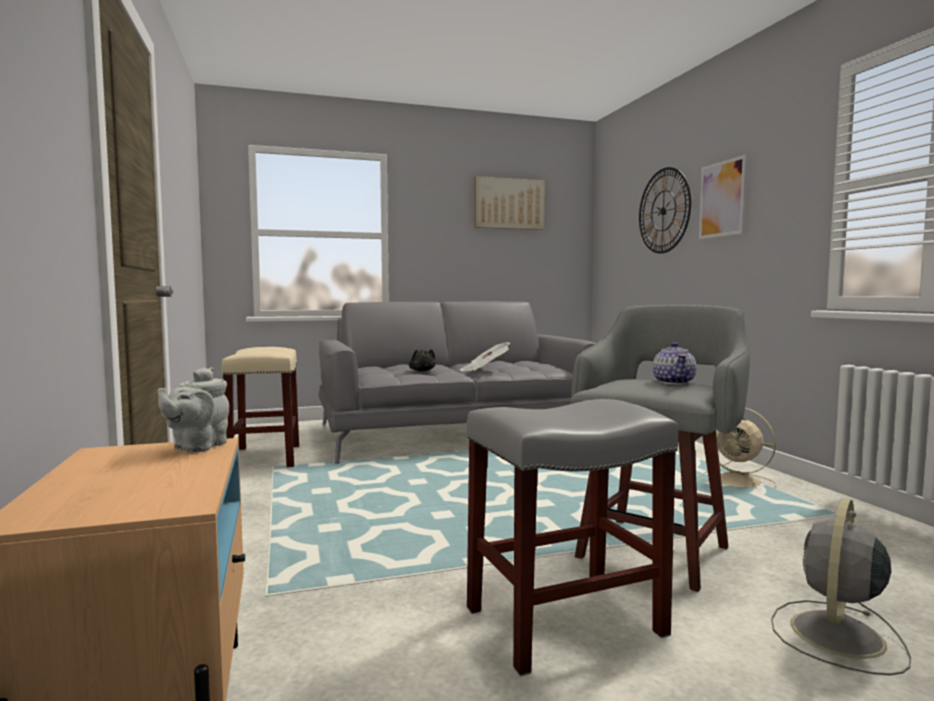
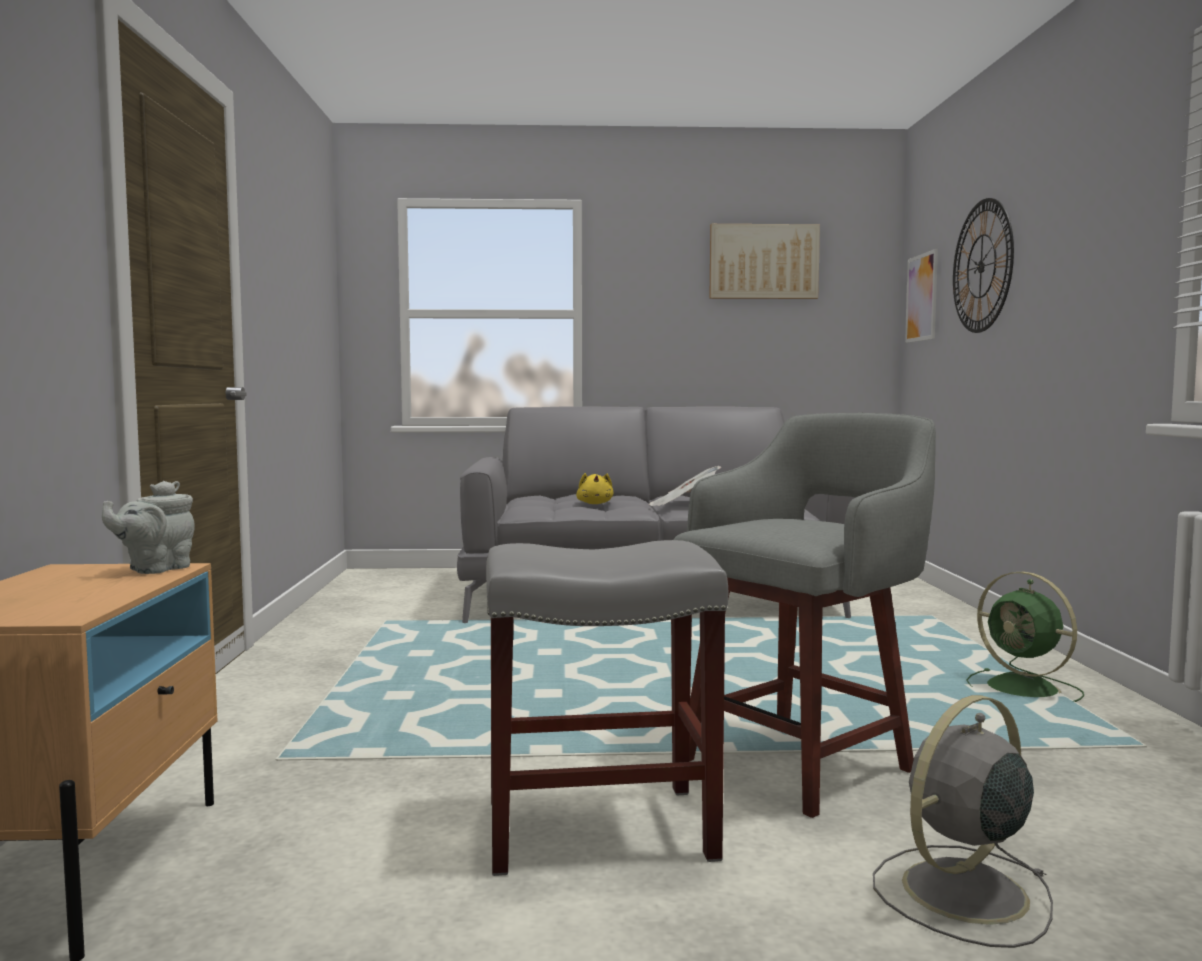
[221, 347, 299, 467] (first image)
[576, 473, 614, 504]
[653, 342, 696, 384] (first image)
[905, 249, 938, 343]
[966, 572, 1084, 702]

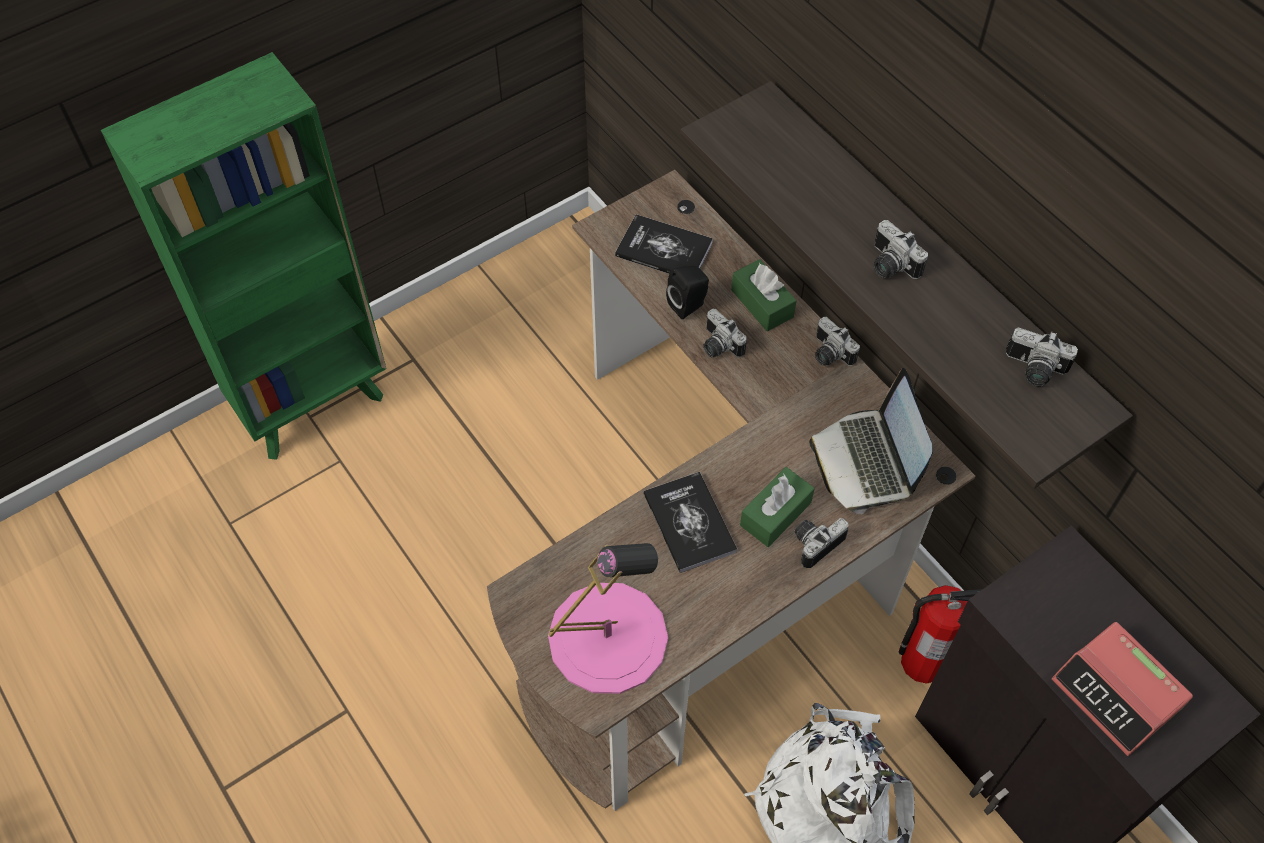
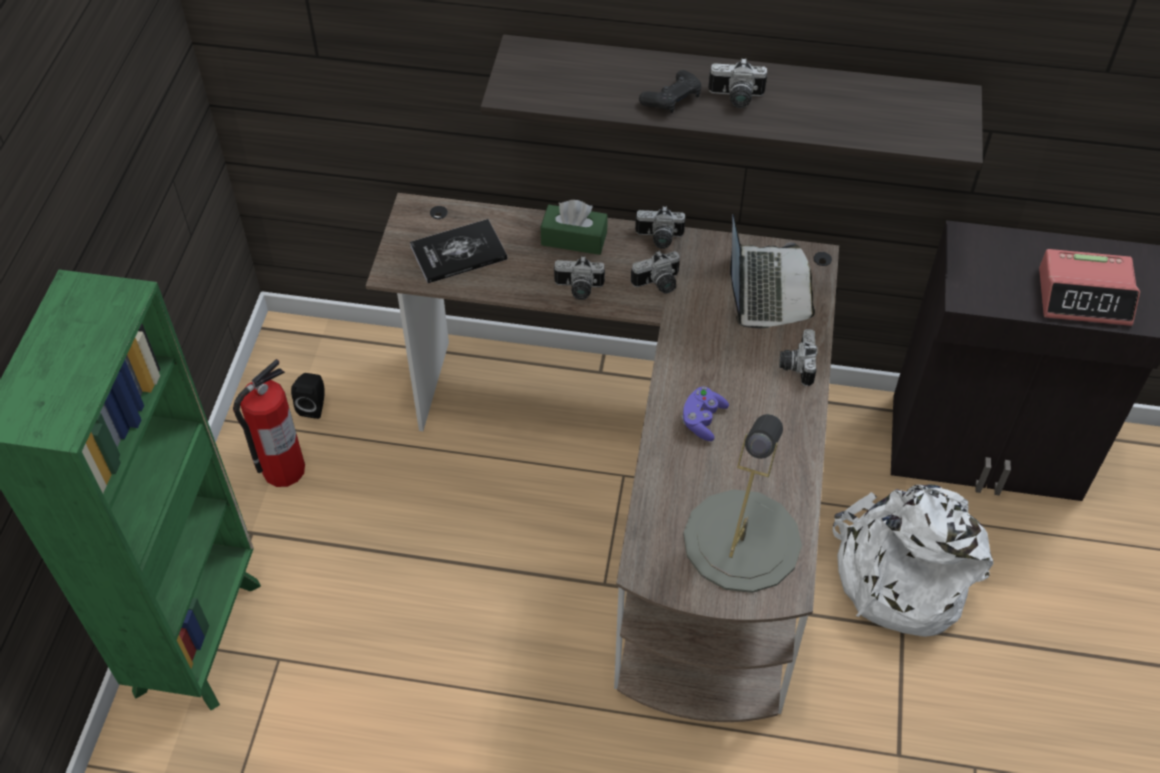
[683, 414, 802, 593]
[681, 387, 729, 441]
[291, 373, 324, 419]
[740, 467, 815, 547] (first image)
[730, 215, 815, 328]
[233, 359, 305, 487]
[631, 250, 680, 294]
[639, 70, 701, 113]

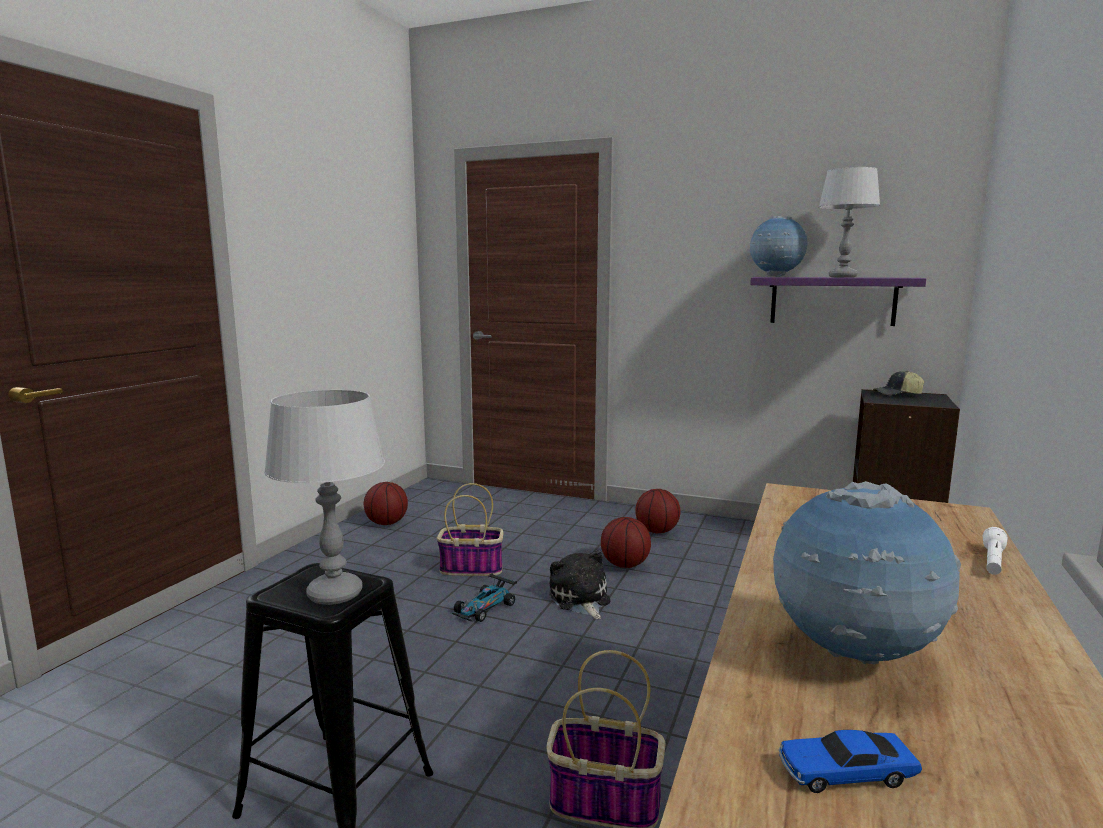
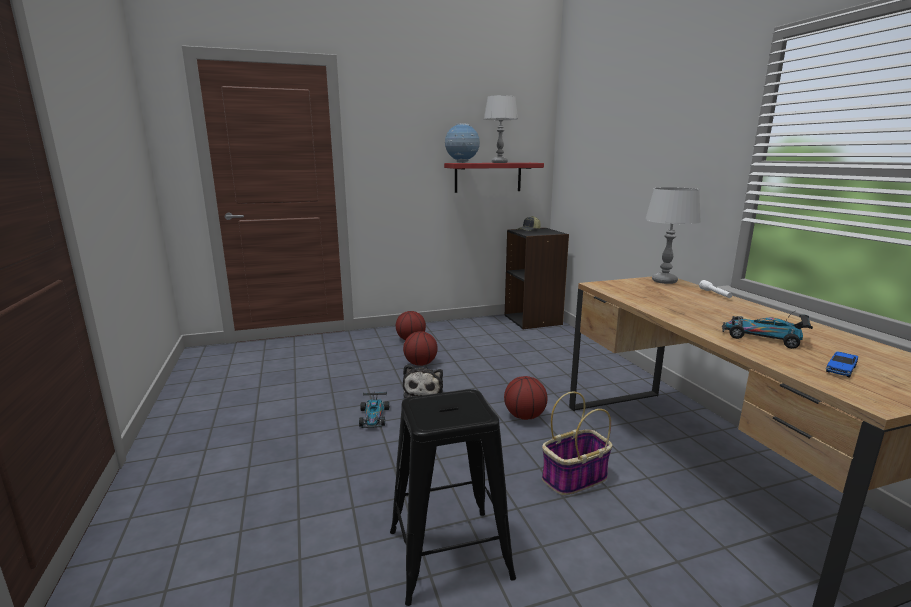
[645, 187, 701, 284]
[504, 376, 548, 420]
[437, 483, 504, 576] (first image)
[403, 365, 443, 398]
[444, 163, 544, 193]
[722, 310, 813, 349]

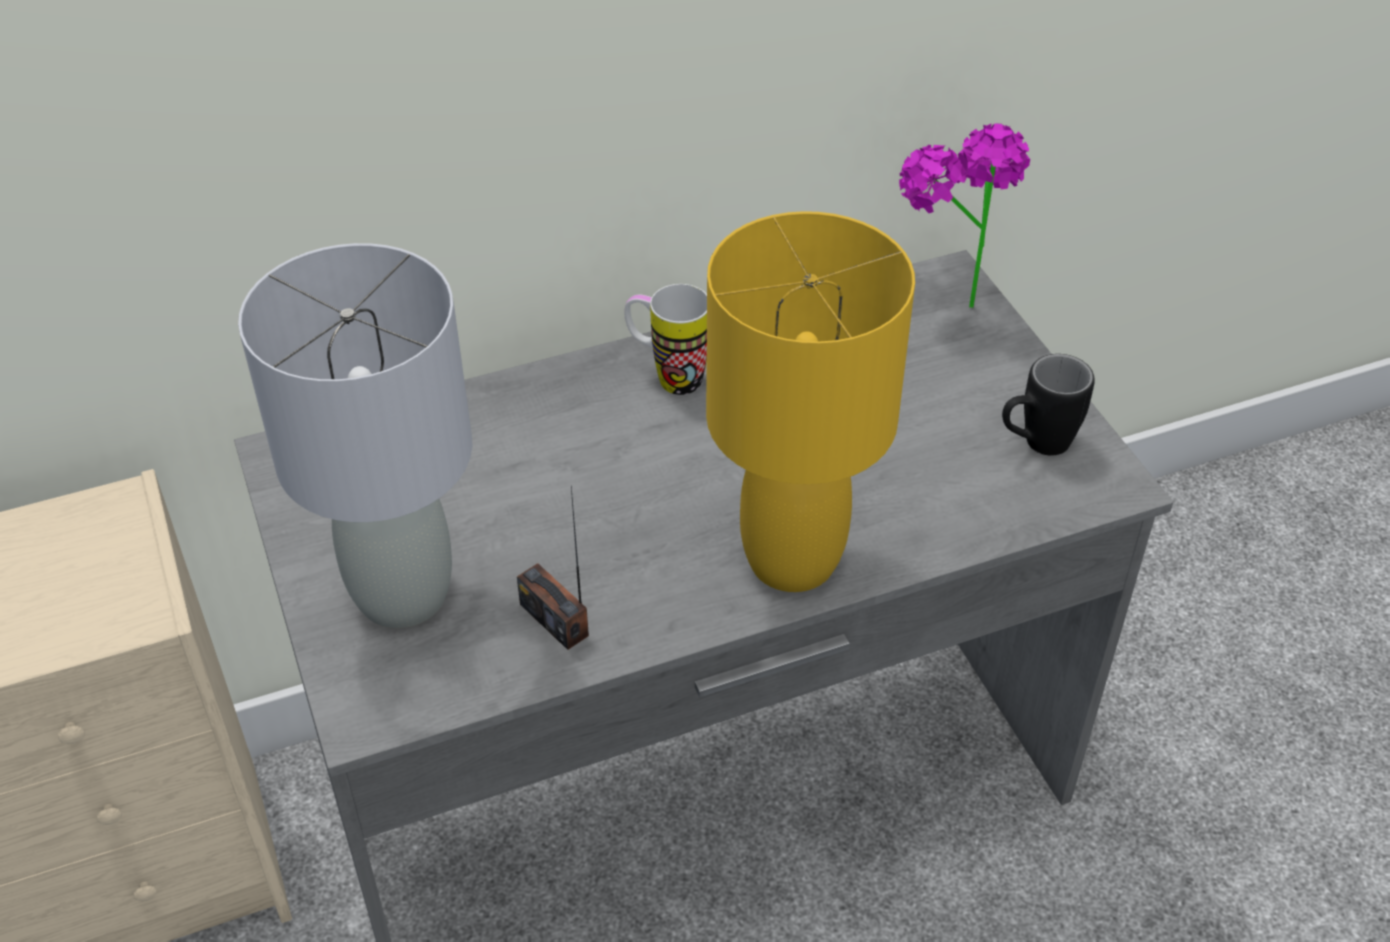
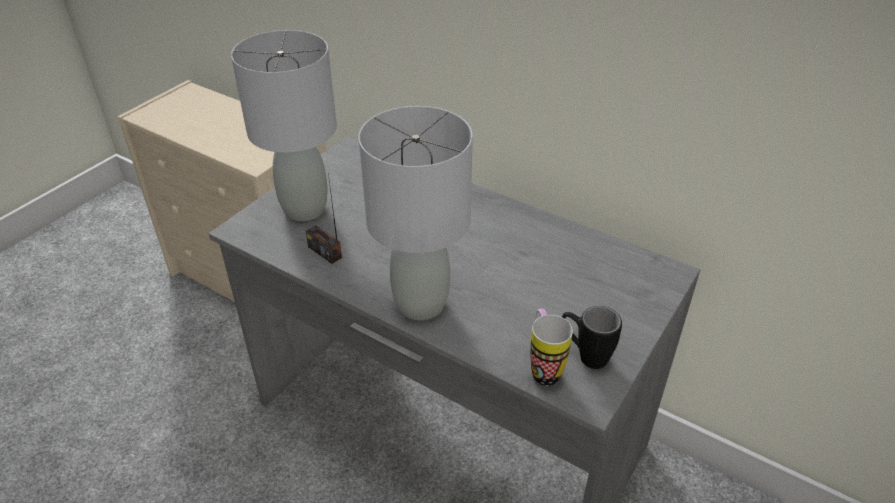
[306, 173, 342, 264]
[530, 309, 573, 386]
[358, 106, 473, 320]
[899, 123, 1030, 308] (first image)

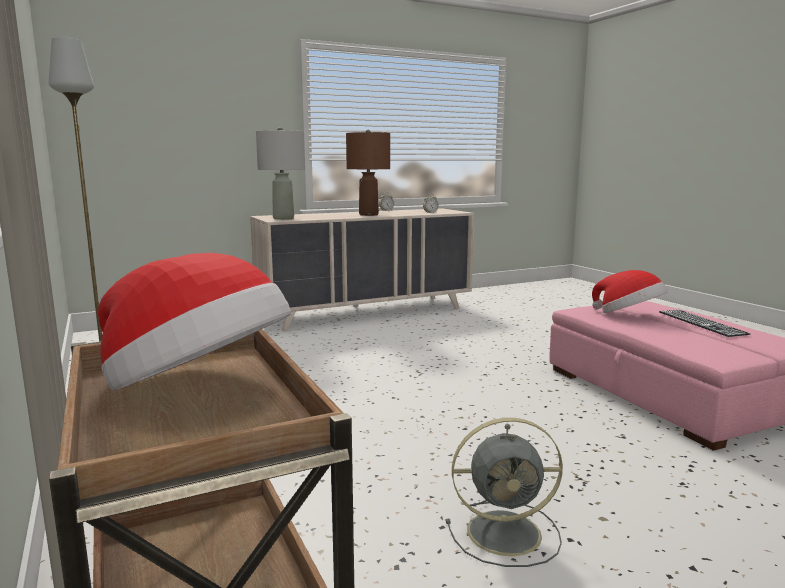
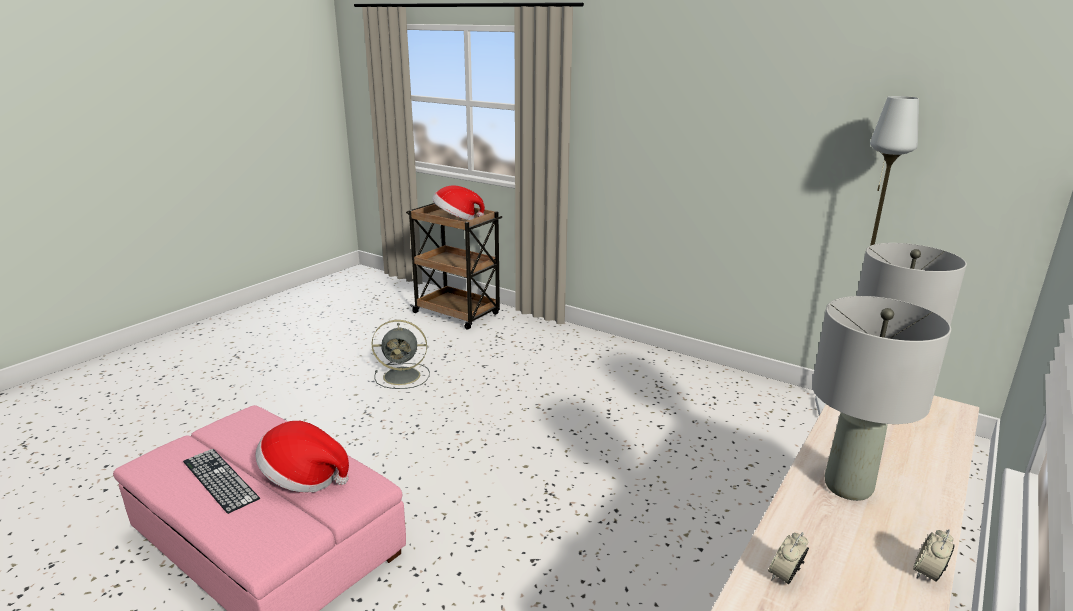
[812, 296, 951, 501]
[371, 320, 430, 389]

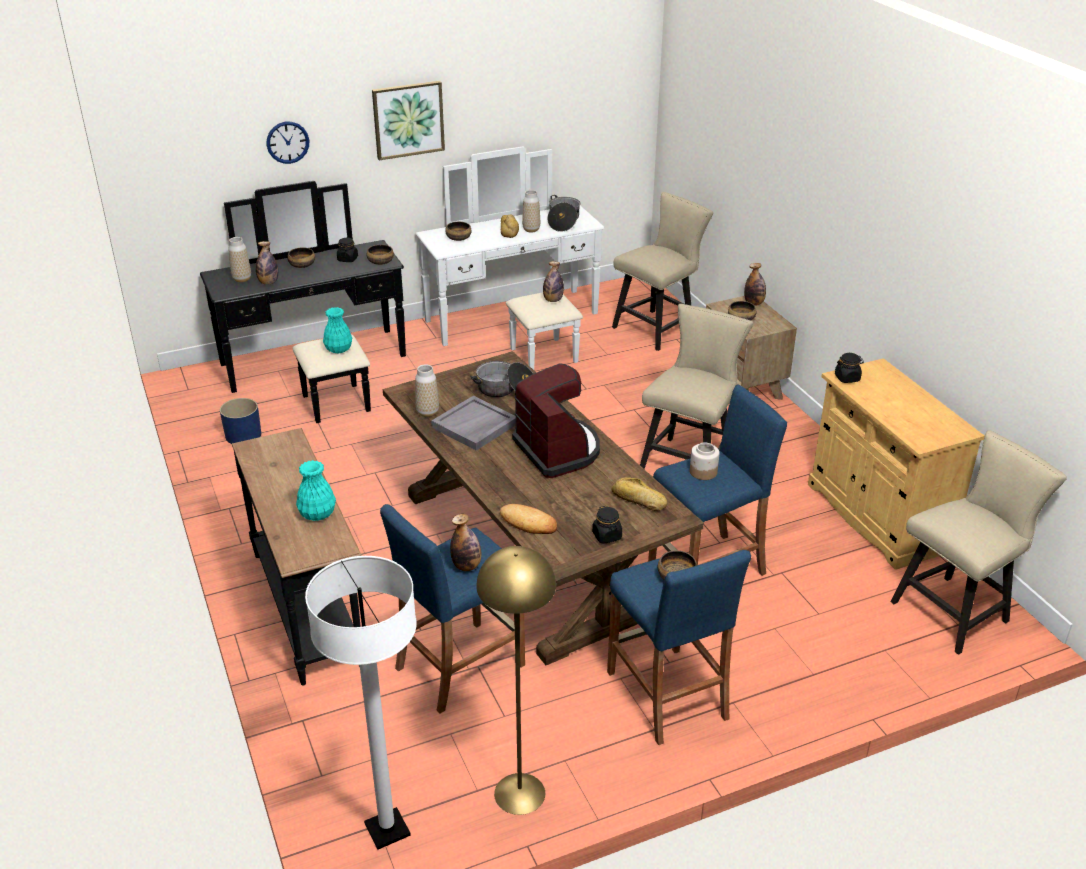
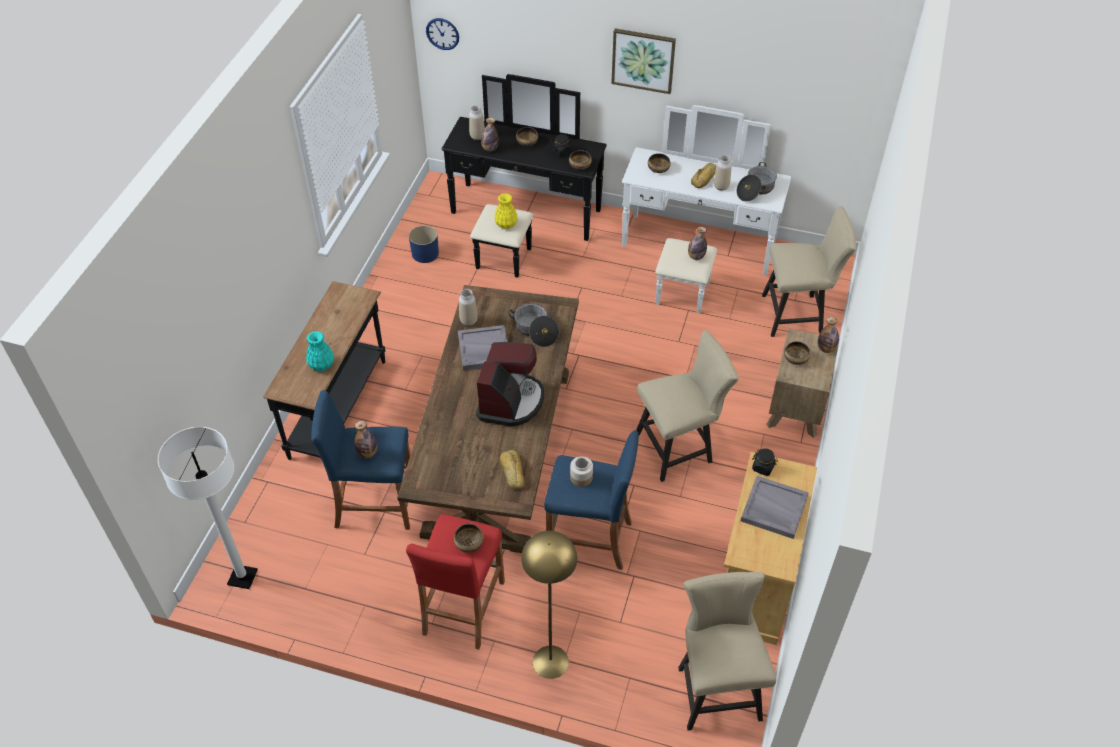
[426, 18, 459, 50]
[494, 193, 518, 229]
[521, 531, 577, 679]
[500, 504, 557, 534] (first image)
[592, 506, 622, 544] (first image)
[406, 514, 505, 650]
[678, 572, 776, 730]
[741, 476, 809, 539]

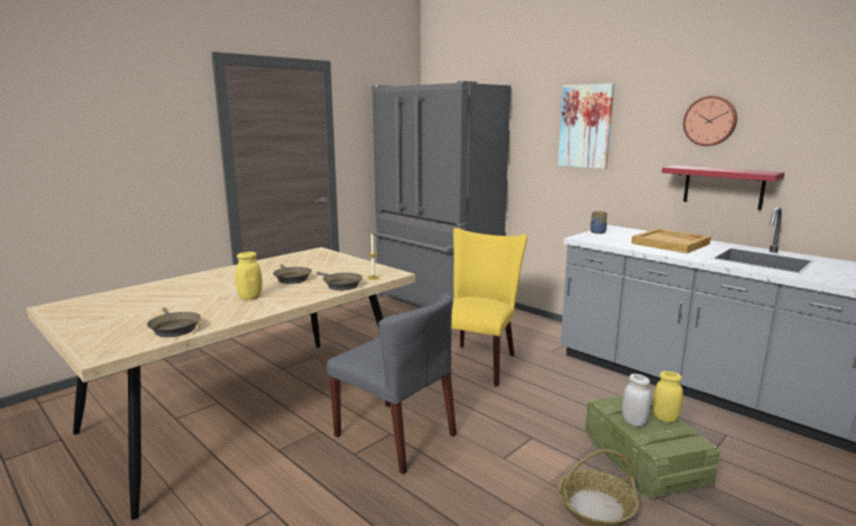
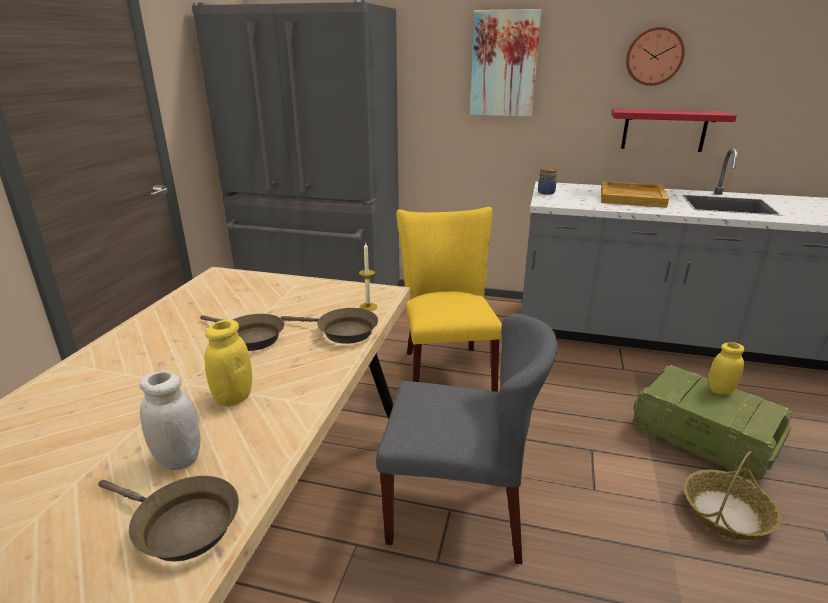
[139, 371, 201, 470]

